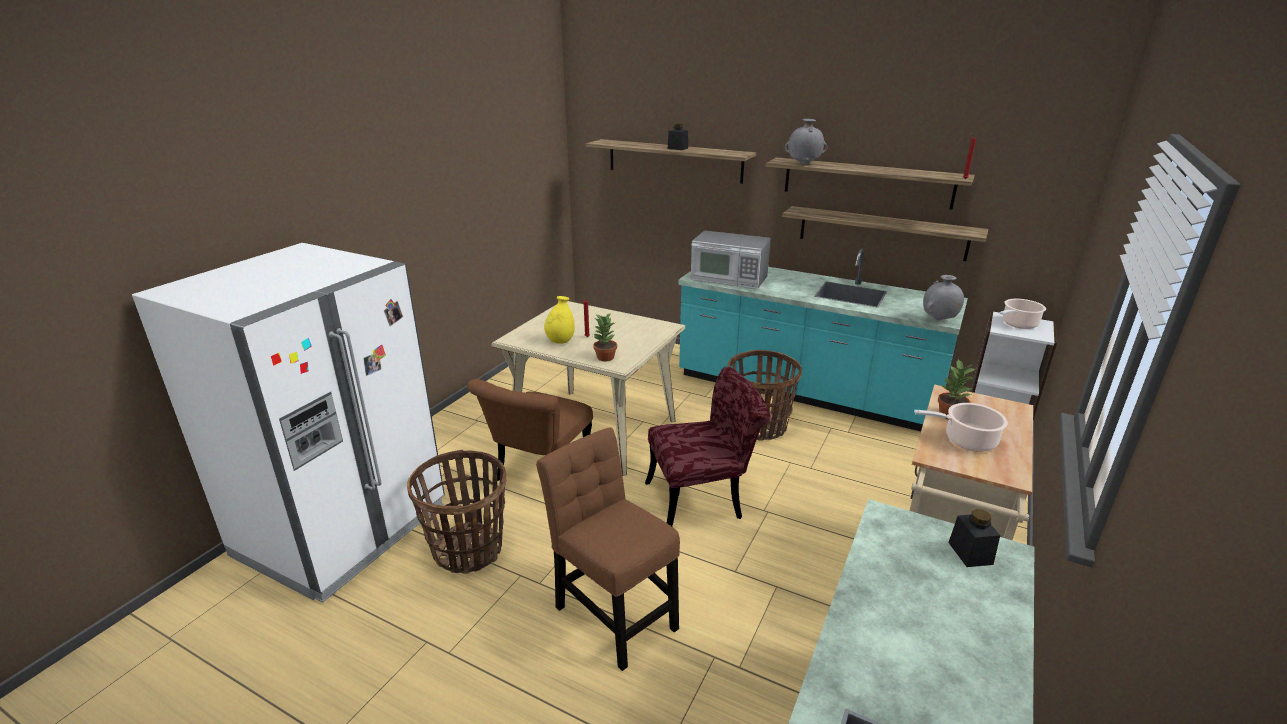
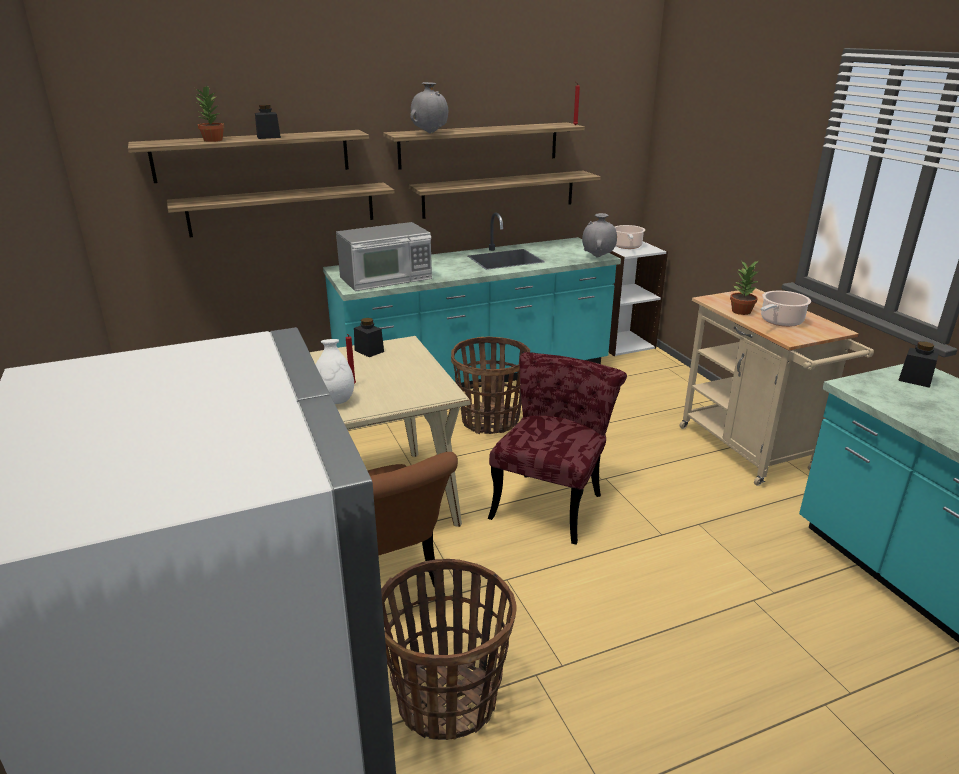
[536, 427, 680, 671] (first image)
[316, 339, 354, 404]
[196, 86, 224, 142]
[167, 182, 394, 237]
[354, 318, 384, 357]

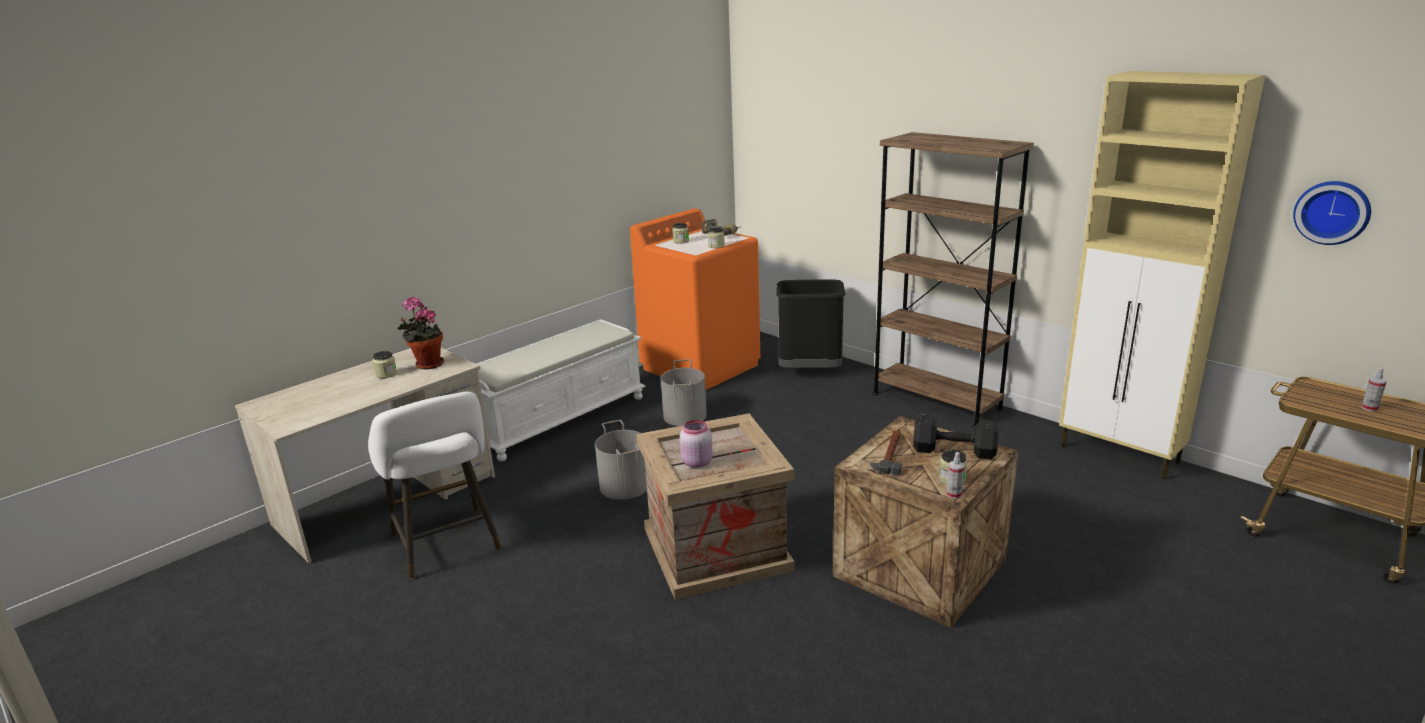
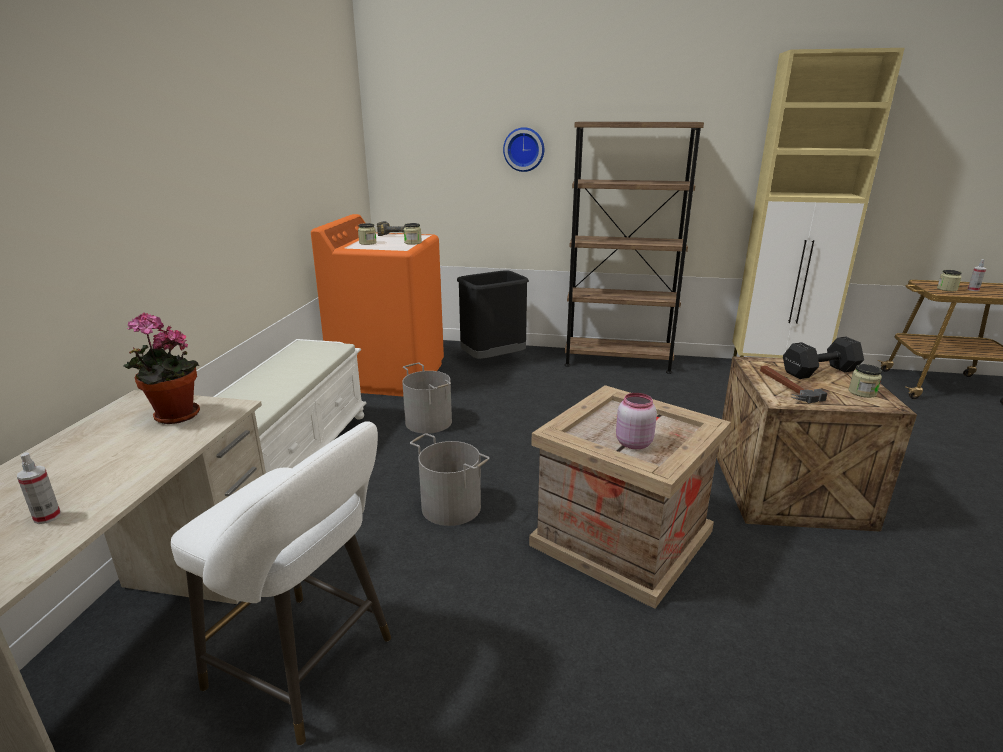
[937, 270, 962, 291]
[17, 453, 61, 524]
[503, 127, 544, 172]

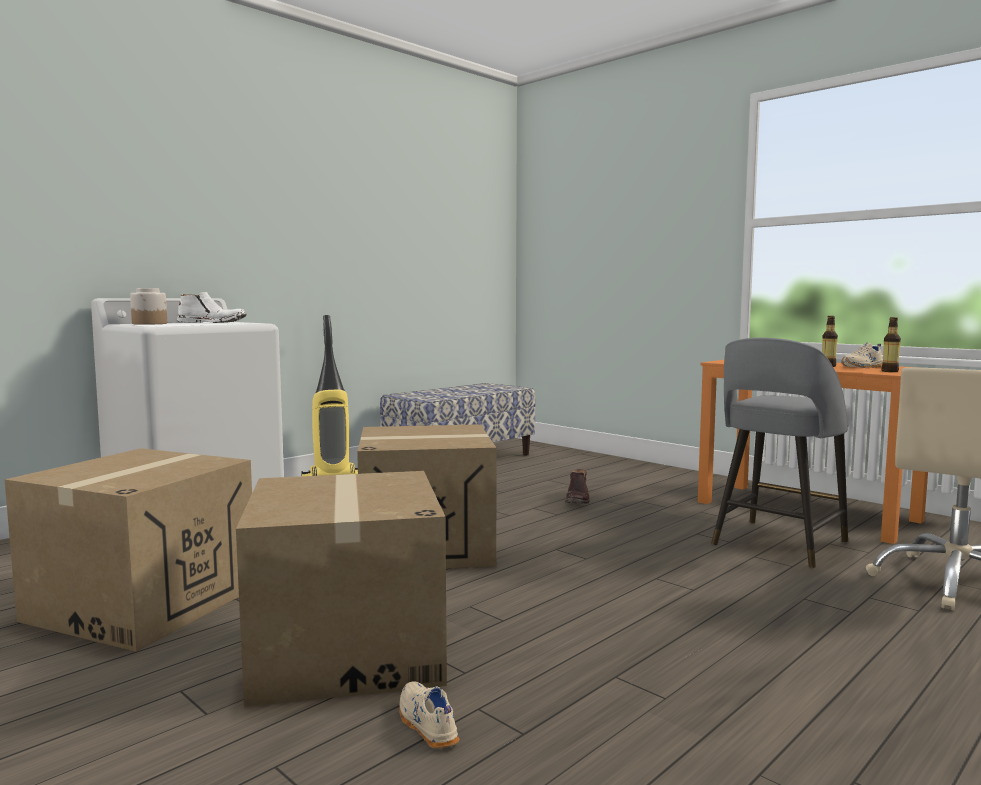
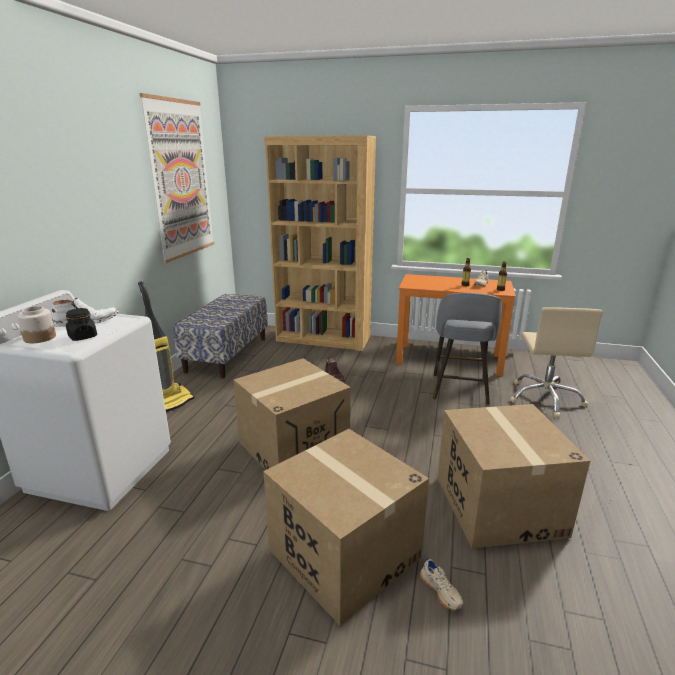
[437, 404, 590, 548]
[420, 555, 463, 610]
[66, 308, 97, 341]
[140, 93, 214, 263]
[264, 135, 376, 351]

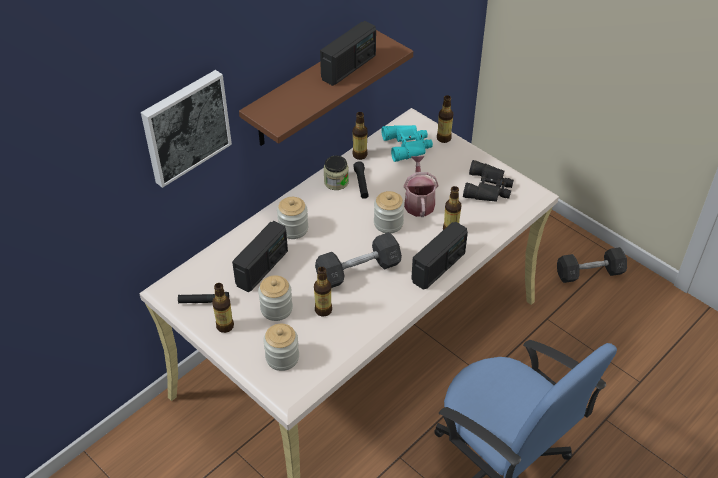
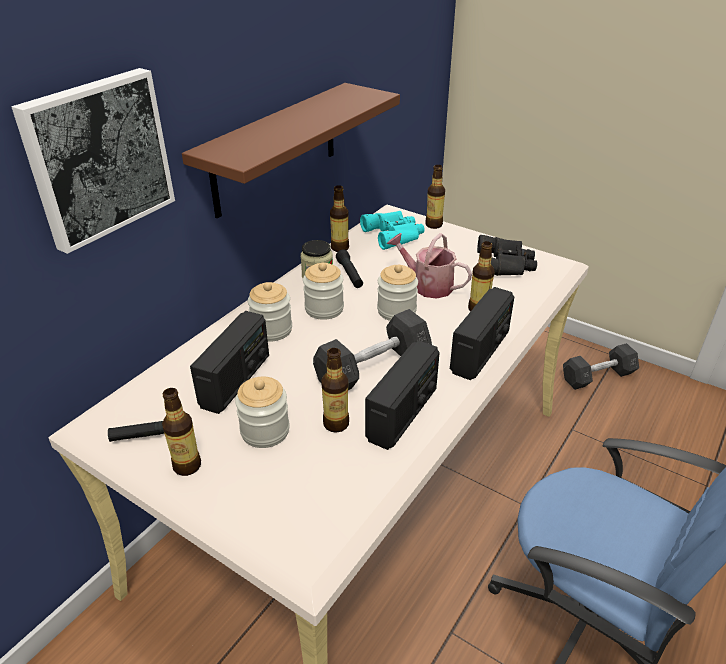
[303, 263, 344, 320]
[365, 340, 440, 450]
[387, 233, 472, 299]

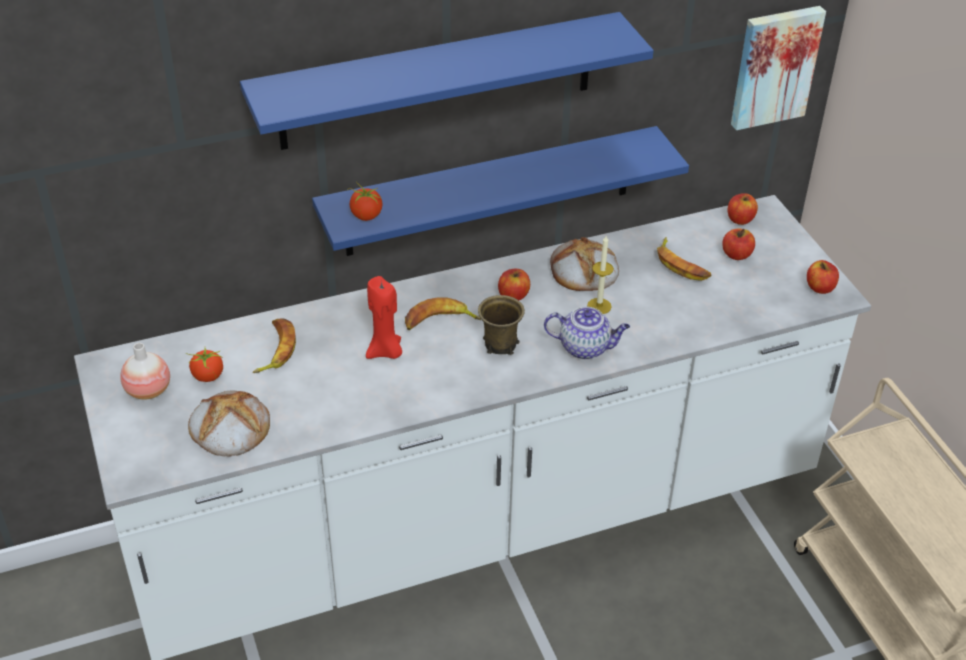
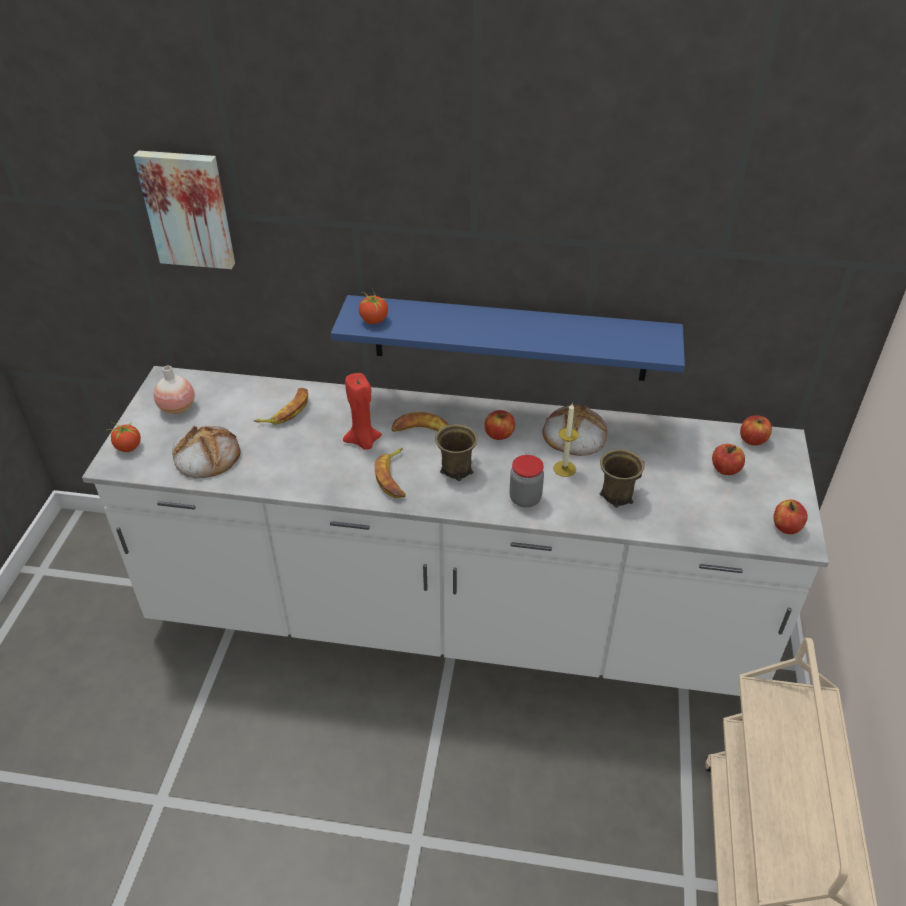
[106, 421, 141, 452]
[240, 12, 654, 150] (first image)
[509, 455, 544, 507]
[374, 448, 406, 498]
[134, 151, 235, 269]
[599, 449, 645, 508]

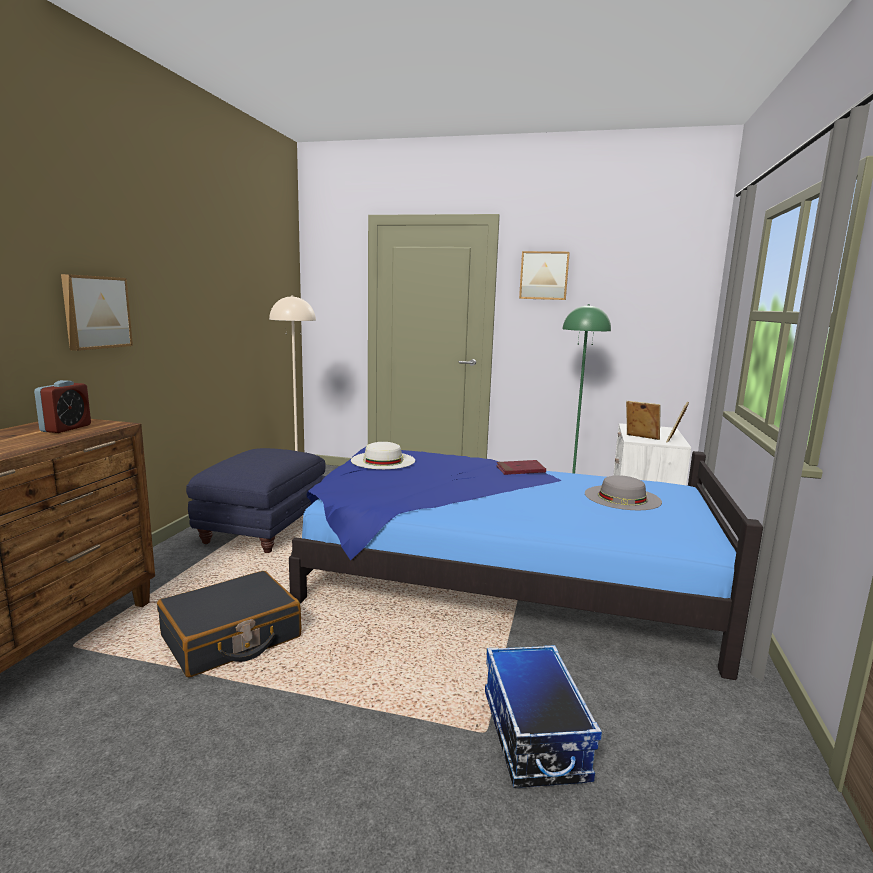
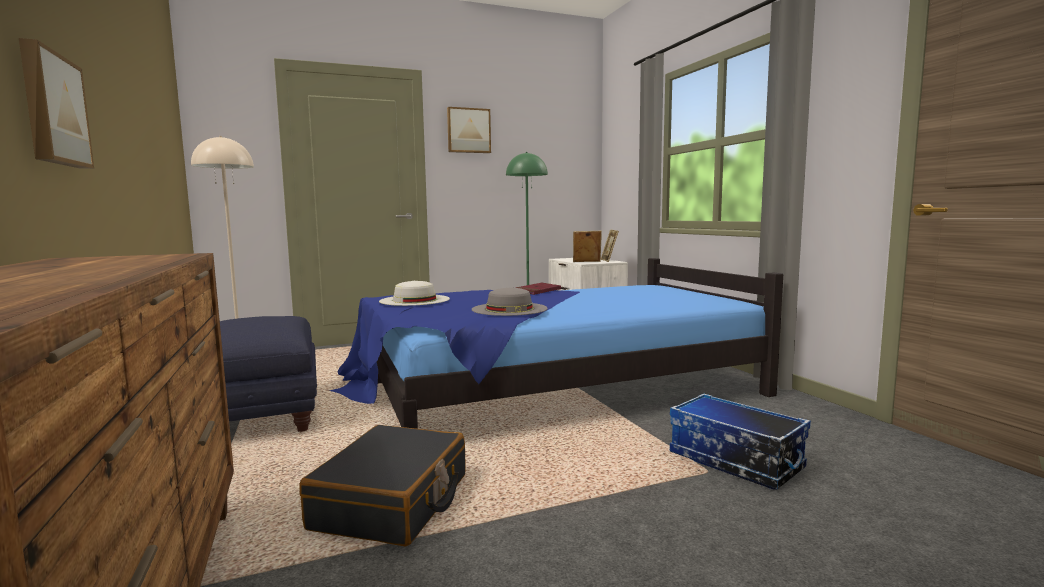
[34, 380, 91, 433] (first image)
[472, 288, 548, 316]

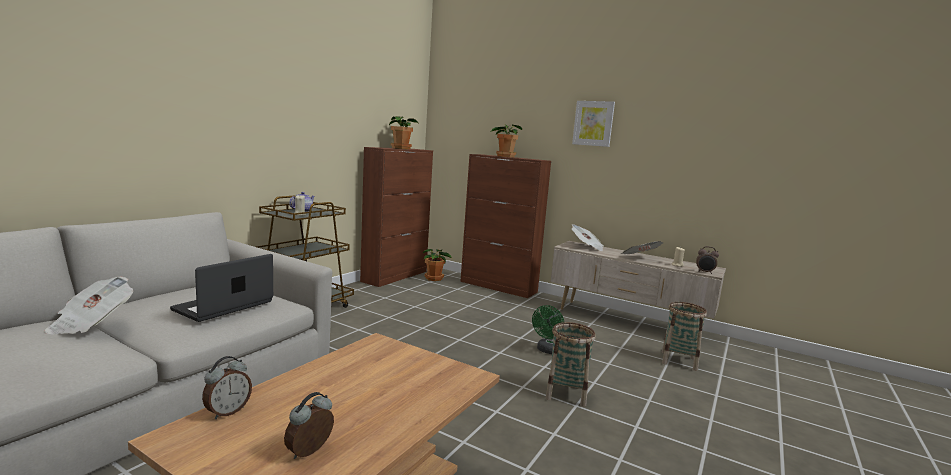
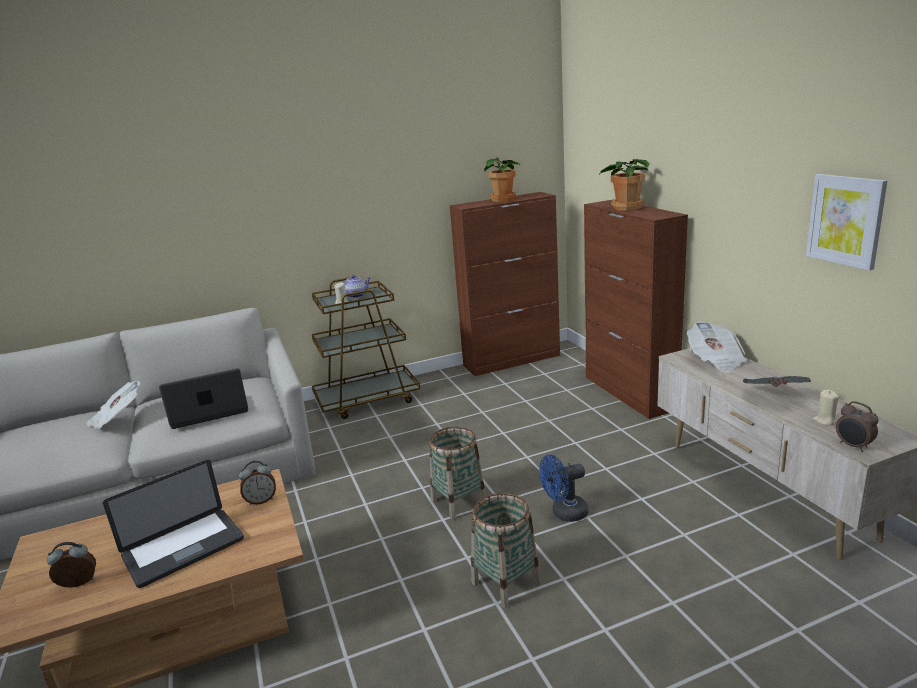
[239, 461, 276, 505]
[423, 249, 452, 281] (first image)
[539, 455, 588, 522]
[806, 174, 887, 271]
[429, 427, 486, 519]
[103, 460, 244, 588]

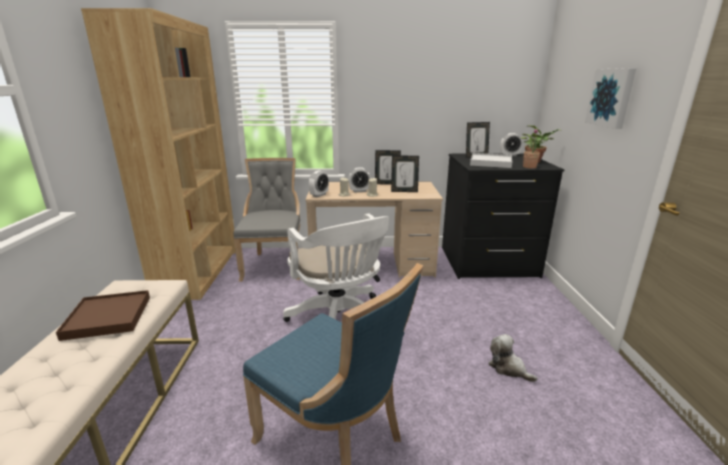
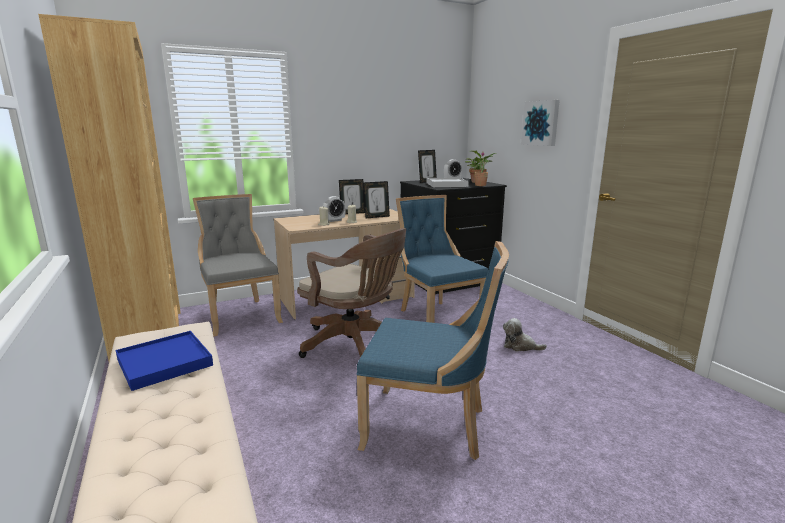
[116, 331, 213, 391]
[297, 228, 406, 364]
[309, 171, 329, 197] (first image)
[396, 195, 488, 323]

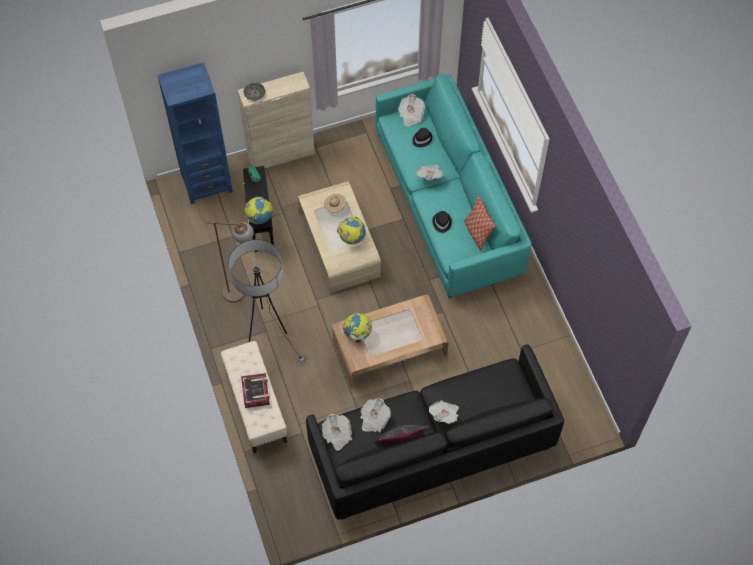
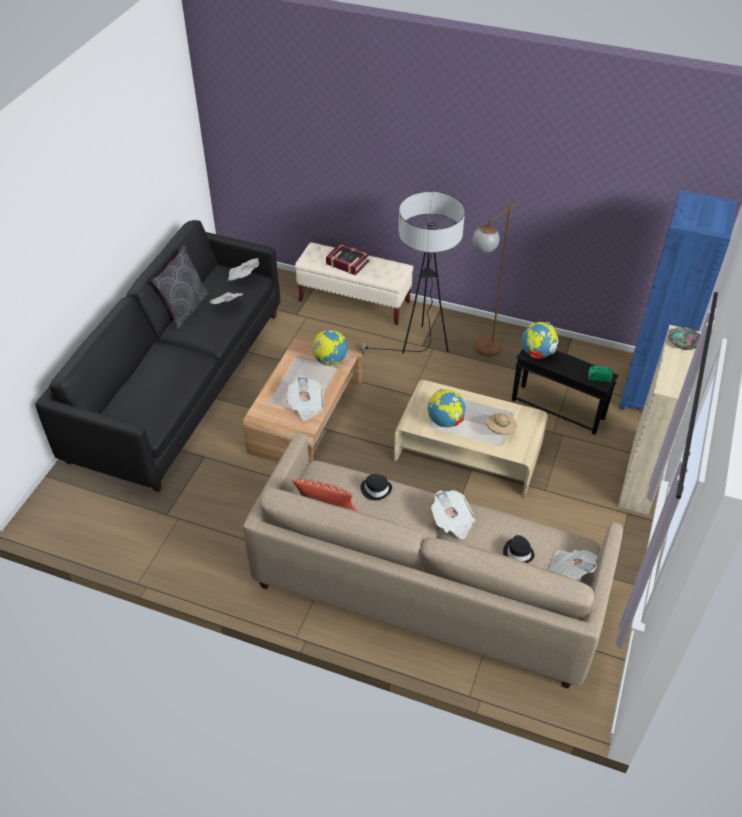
[243, 433, 623, 689]
[287, 376, 324, 421]

